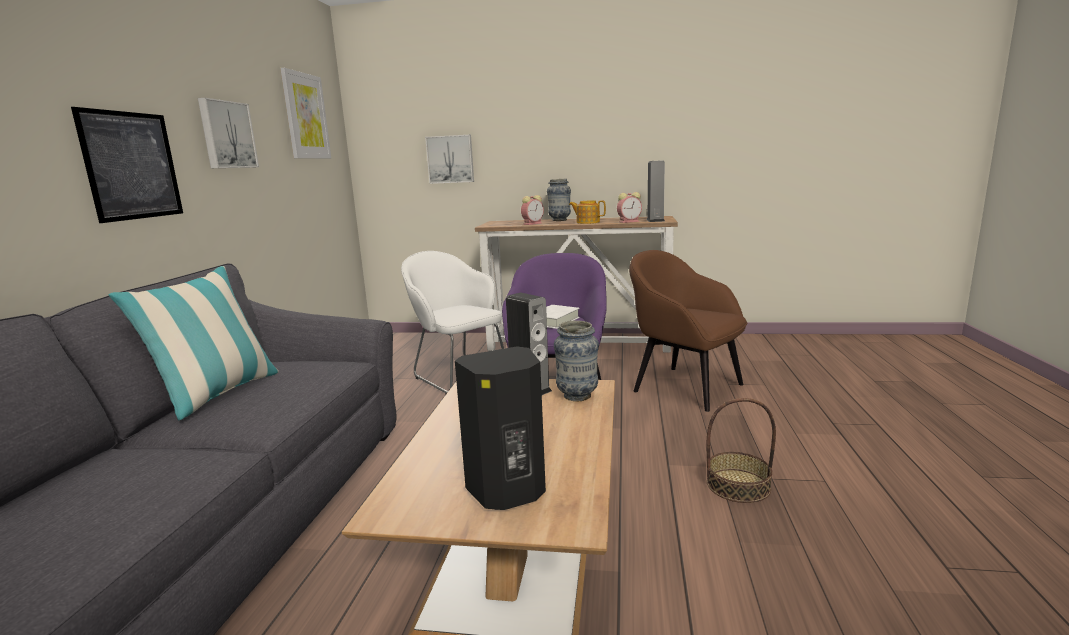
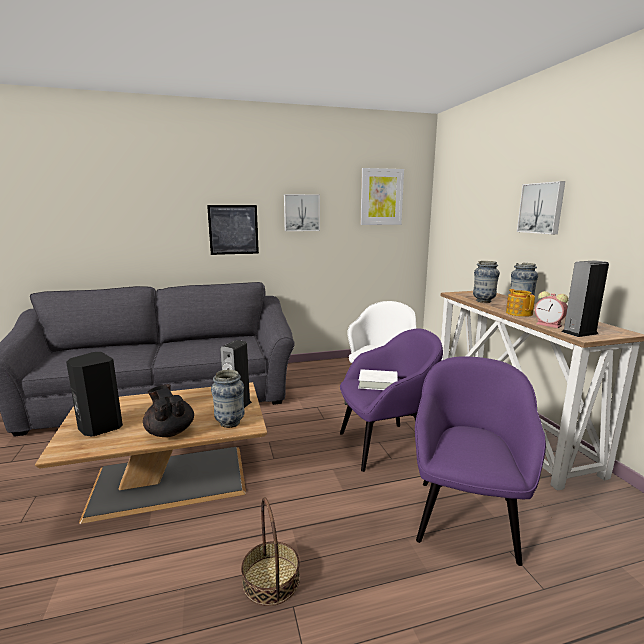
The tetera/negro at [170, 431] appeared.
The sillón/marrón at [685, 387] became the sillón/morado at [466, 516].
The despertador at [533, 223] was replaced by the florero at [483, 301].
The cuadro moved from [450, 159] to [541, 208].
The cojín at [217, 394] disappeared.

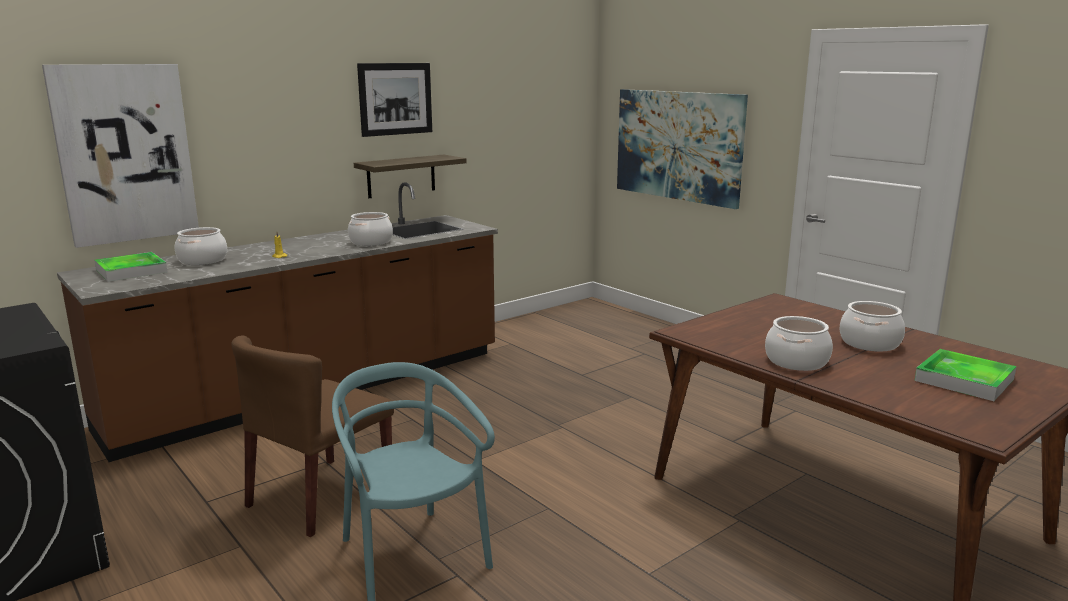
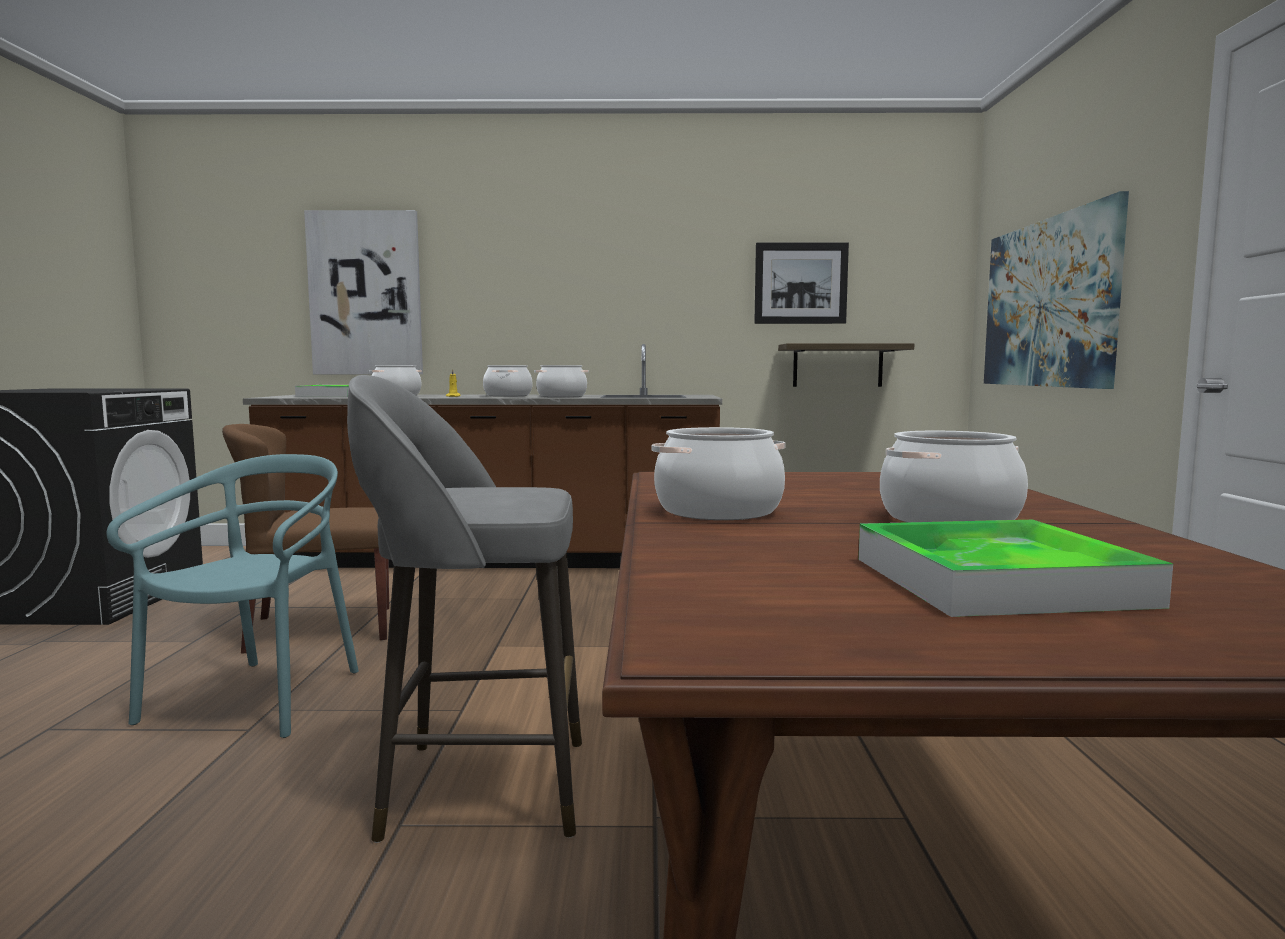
The taburete/gris at [479, 787] appeared.
The olla at [508, 395] appeared.
The cuadro moved from [395, 99] to [800, 283].
The estante moved from [401, 176] to [837, 365].

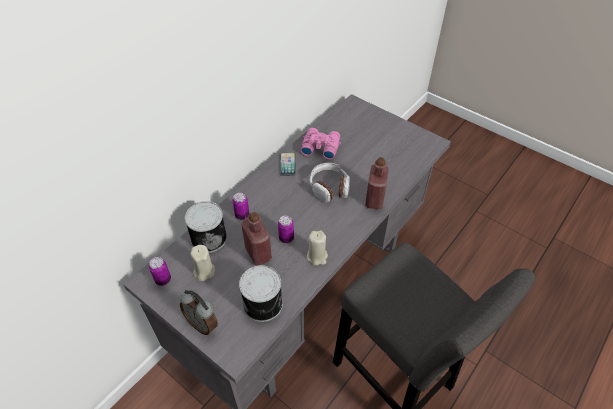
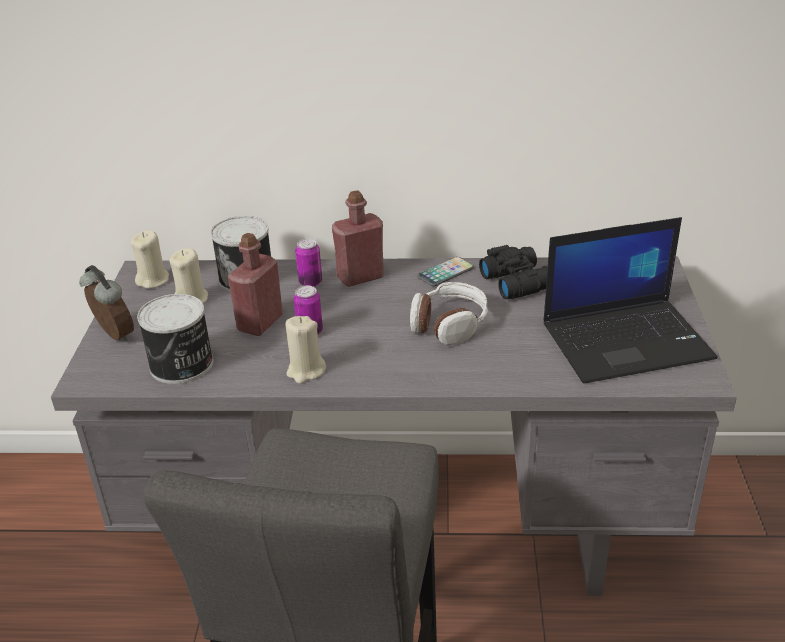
The despertador at [203, 323] turned 135 degrees clockwise.
The lata at [163, 280] was replaced by the vela/beis at [153, 280].
The botella/rojo moved from [374, 200] to [360, 277].
The prismáticos/rosa at [320, 147] became the prismáticos/negro at [518, 281].
The portátil at [627, 340] appeared.

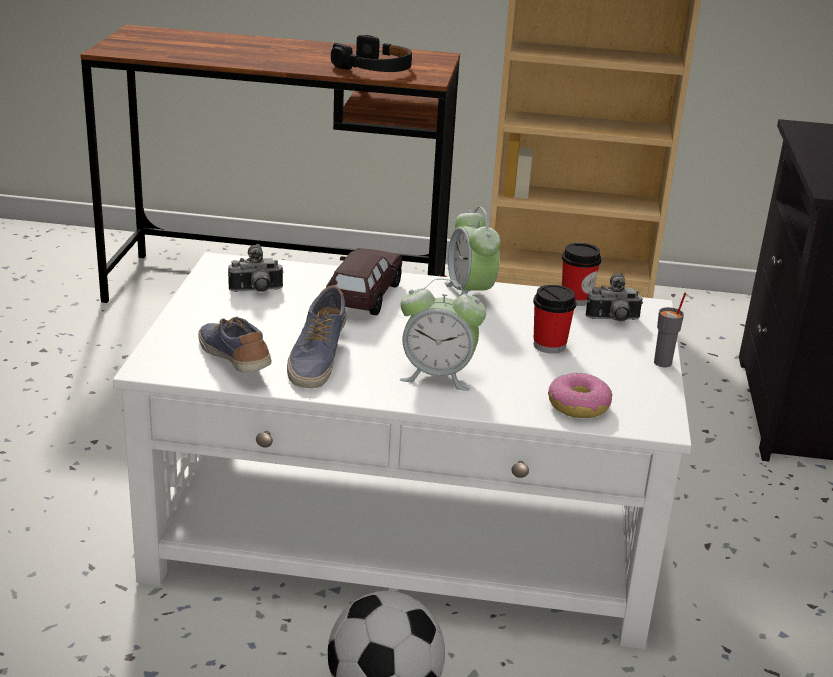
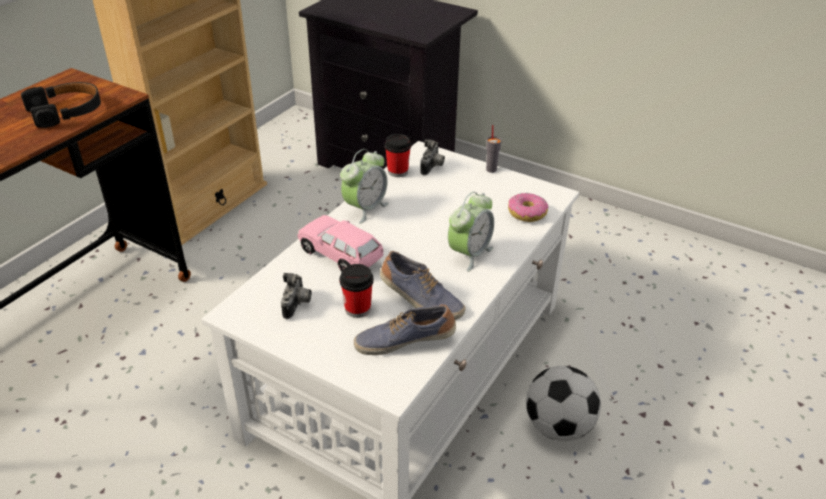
The coche de juguete/marrón at [363, 297] became the coche de juguete/rosa at [340, 255].
The taza moved from [549, 345] to [357, 309].
The despertador at [470, 294] turned 60 degrees counterclockwise.

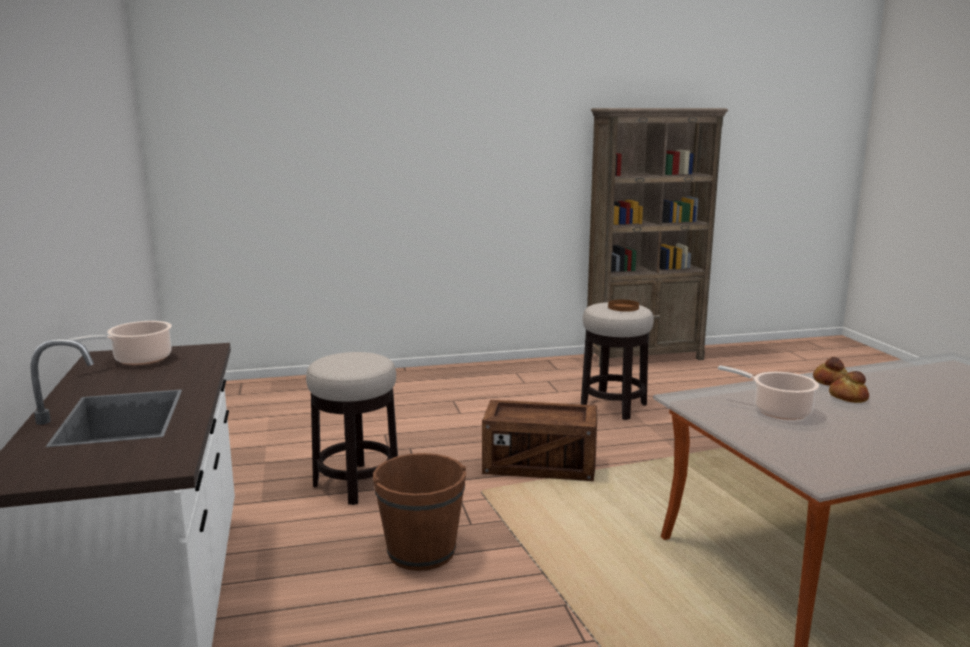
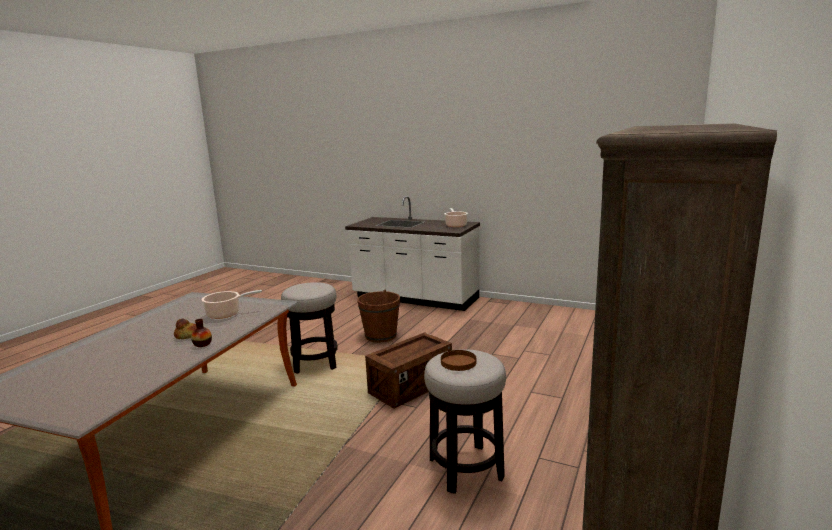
The pan at [830, 381] was replaced by the florero at [202, 344].
The taburete moved from [356, 484] to [315, 363].

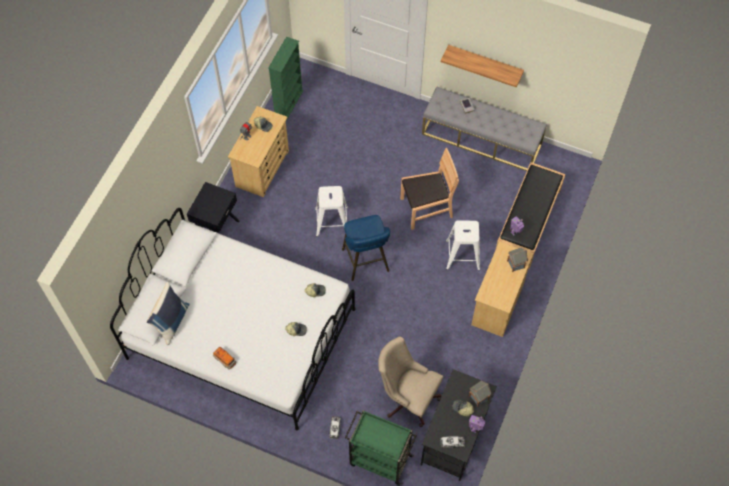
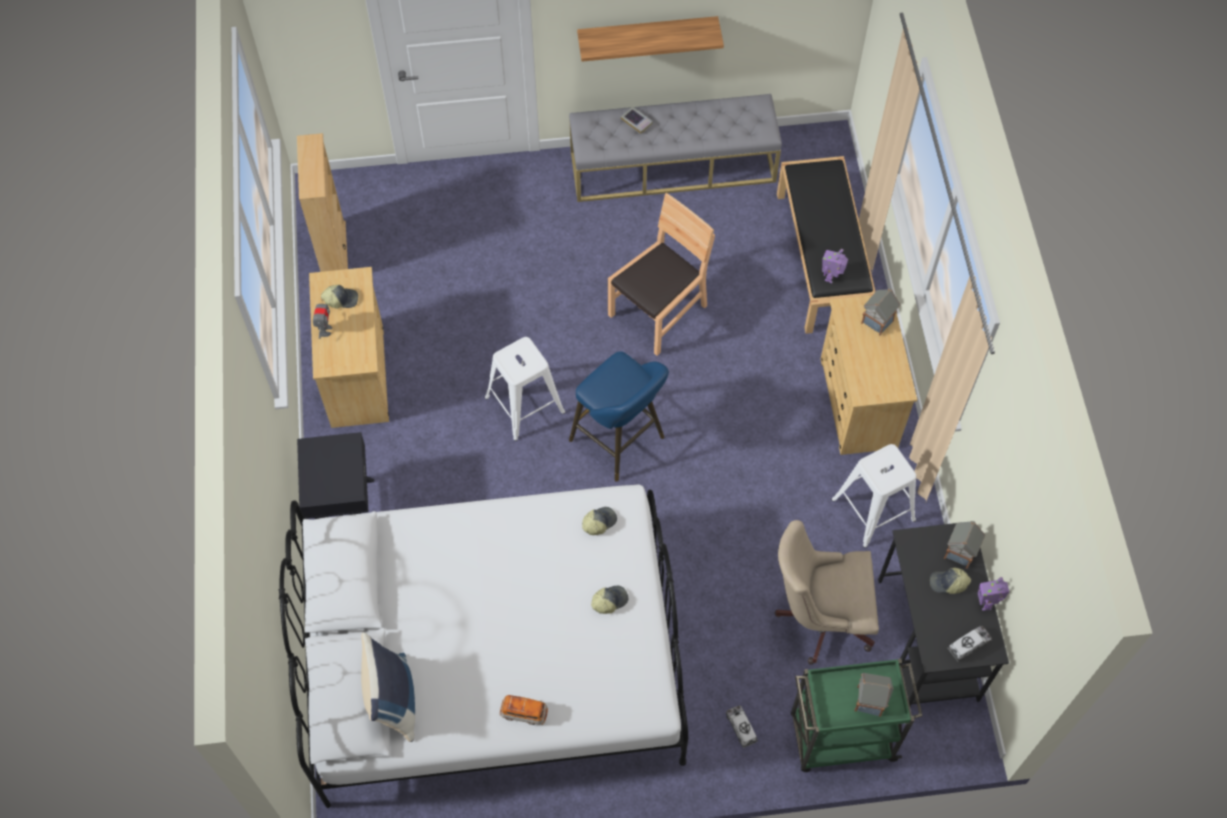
The estantería/verde at [288, 103] became the estantería/beis at [334, 252].
The taburete/blanco moved from [462, 255] to [873, 510].
The casita at [870, 701] appeared.

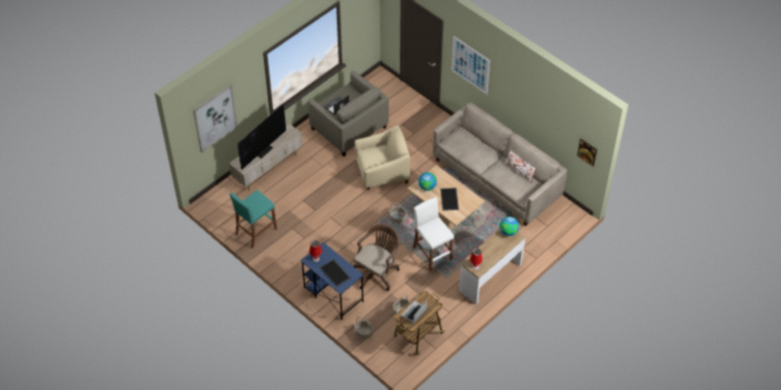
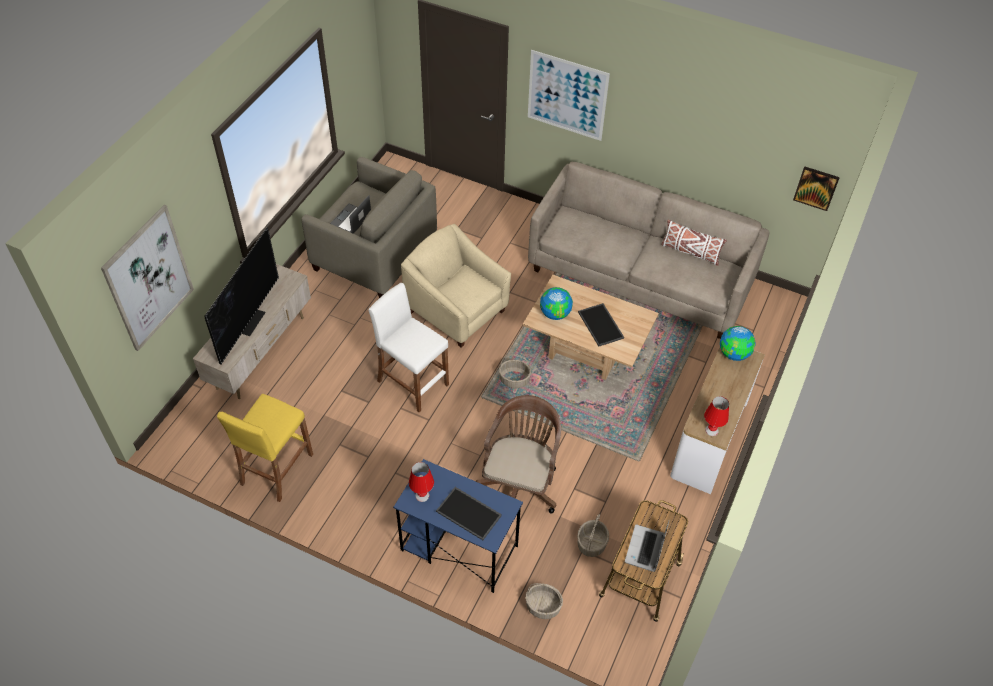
The taburete/turquesa at [256, 231] became the taburete/amarillo at [276, 469].
The taburete/blanco moved from [432, 253] to [412, 383].
The sillón/beis at [382, 172] turned 105 degrees counterclockwise.

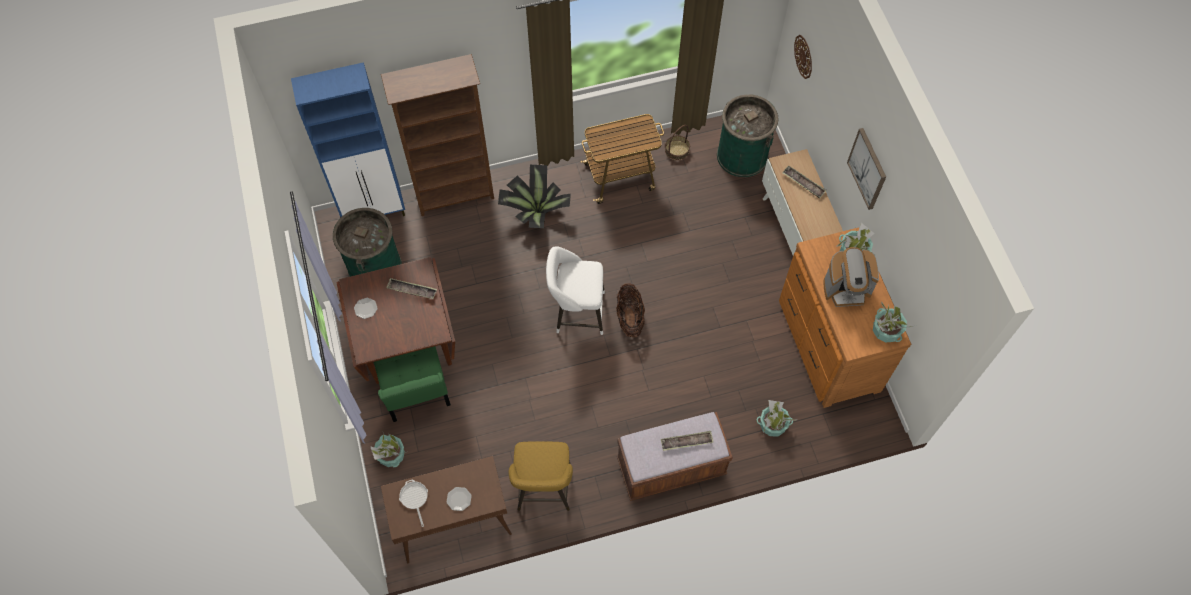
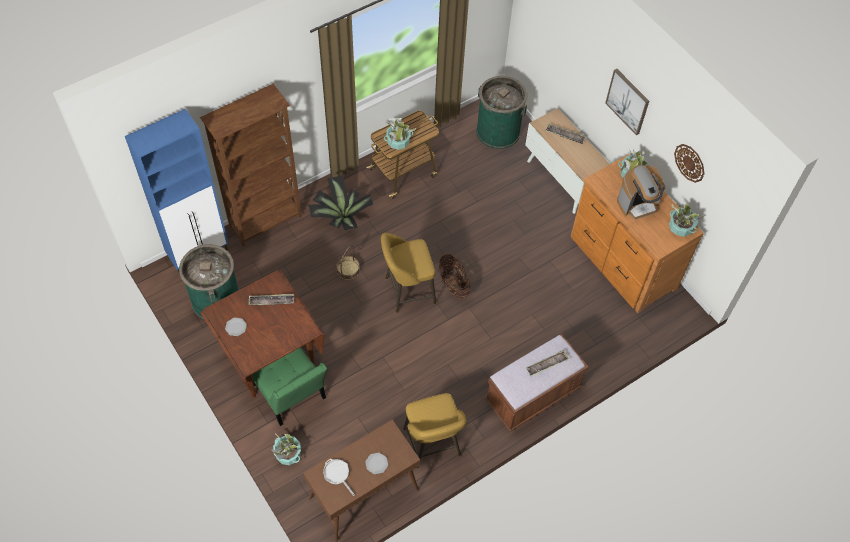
The cesta moved from [677, 150] to [348, 269].
The taburete/blanco at [576, 312] became the taburete/amarillo at [407, 291].
The planta en maceta moved from [773, 424] to [398, 142].
The reloj de pared moved from [803, 56] to [689, 162].

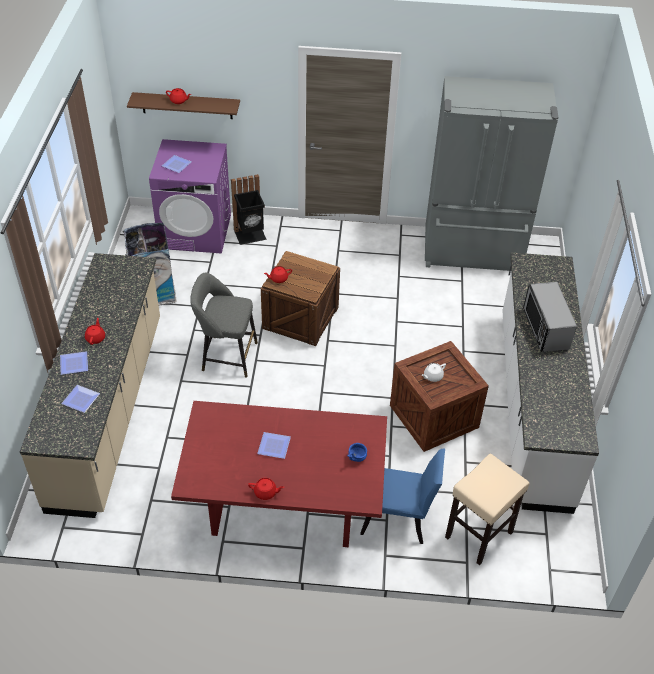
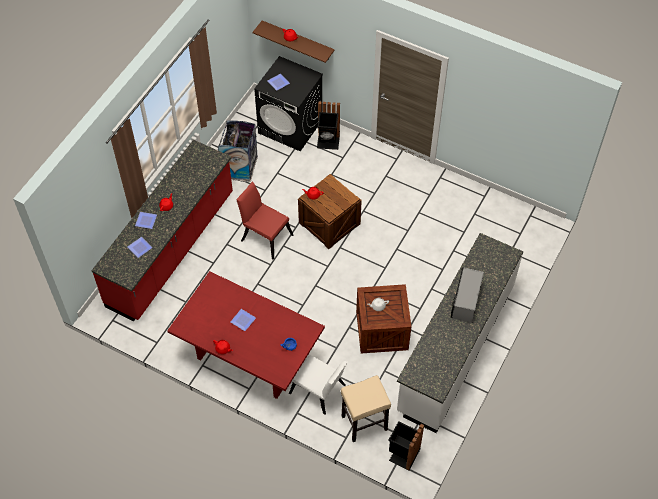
The mueble bajo de cocina/beis at [109, 410] became the mueble bajo de cocina/rojo at [172, 250].
The taburete/gris at [226, 356] was replaced by the silla/rojo at [265, 236].
The lavadora/morado at [196, 231] became the lavadora/negro at [290, 126].
The silla/azul at [399, 517] became the silla/blanco at [320, 392].
The papelera/negro at [403, 454] appeared.
The nevera/gris at [472, 252] disappeared.

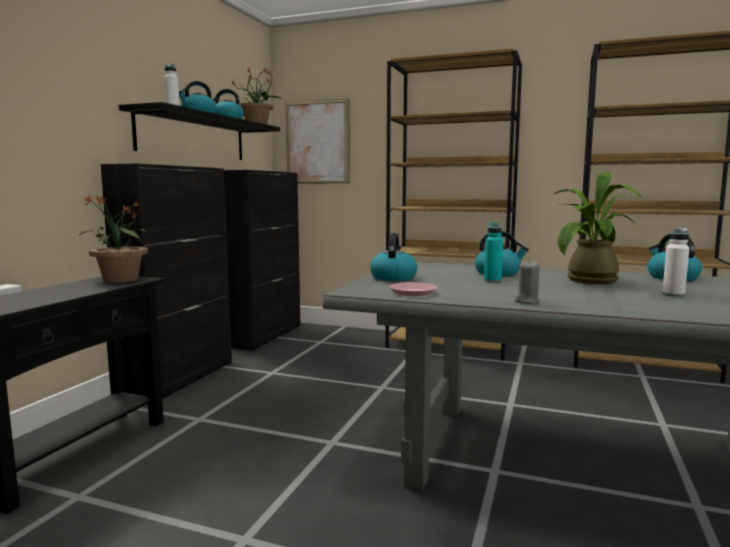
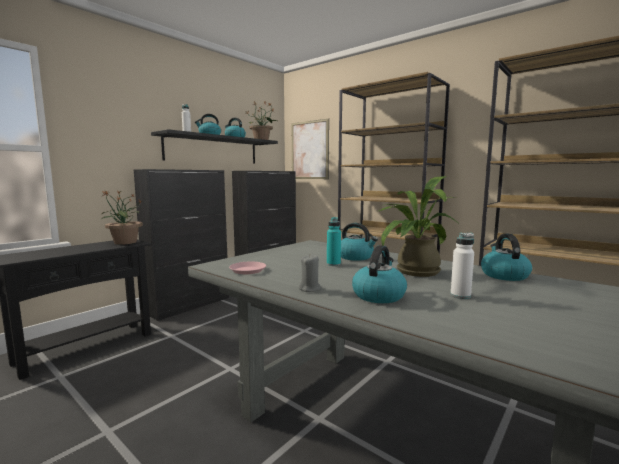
The hervidor moved from [393, 277] to [378, 295].

